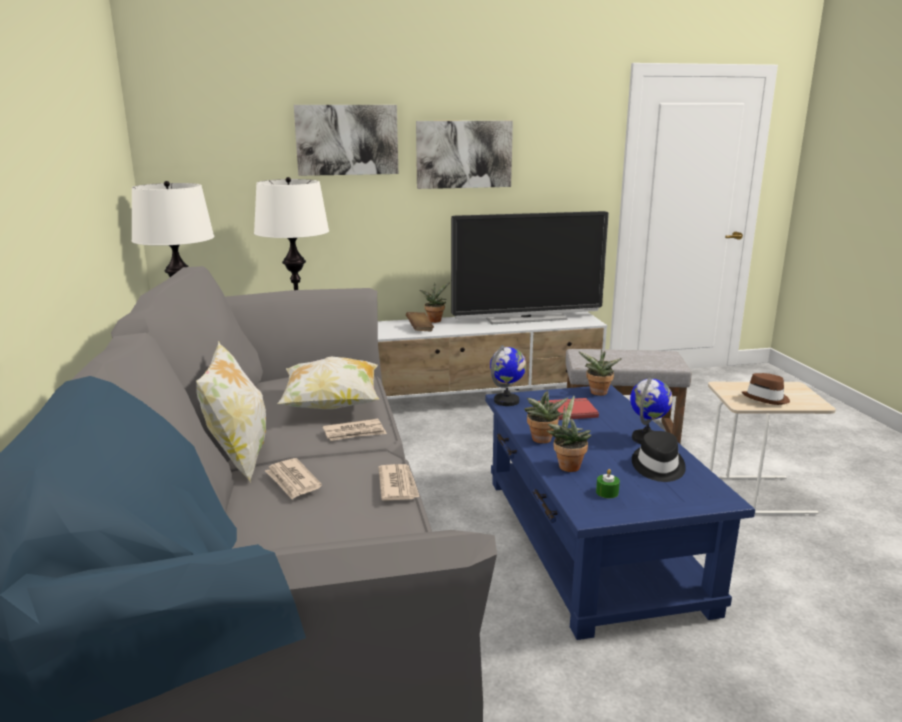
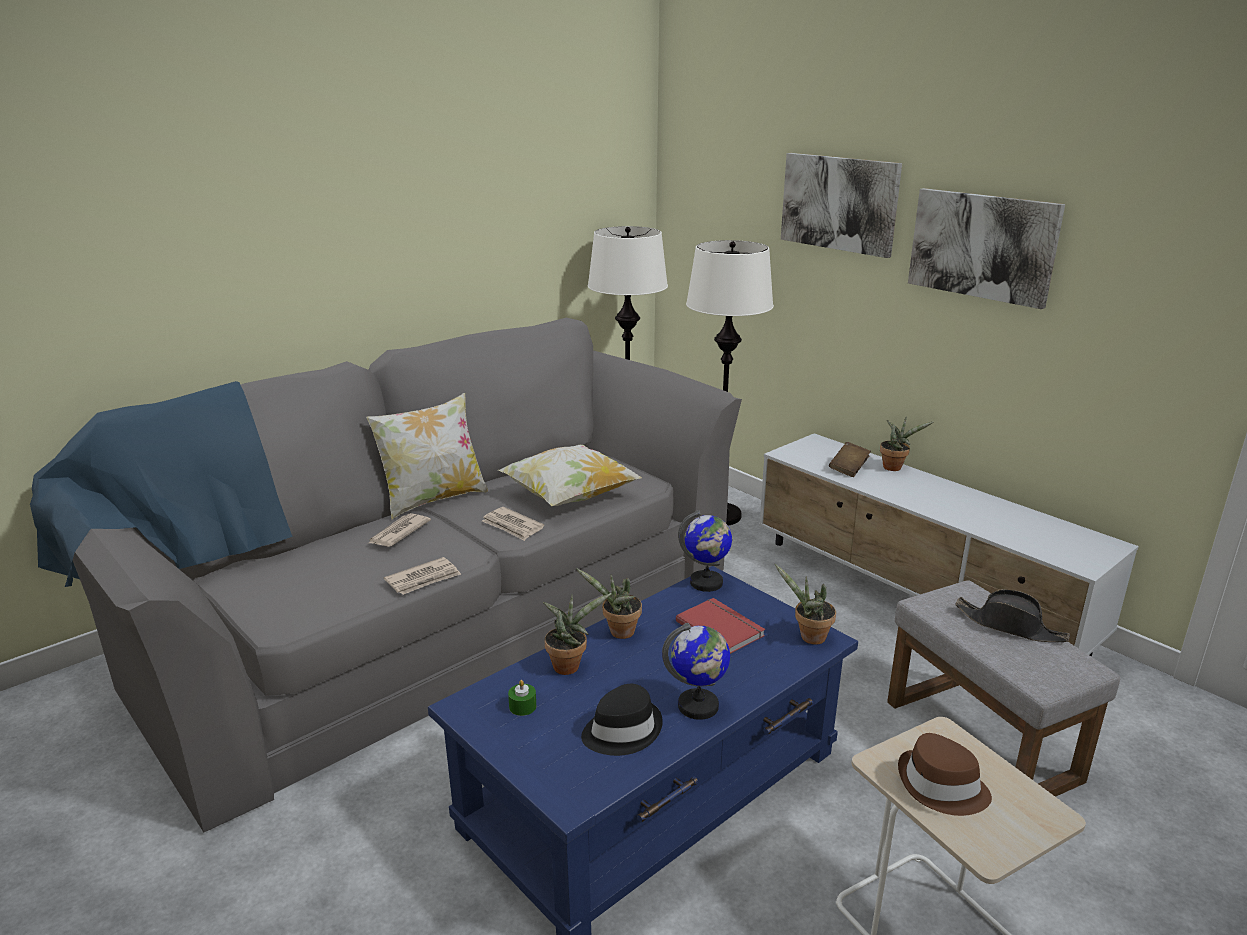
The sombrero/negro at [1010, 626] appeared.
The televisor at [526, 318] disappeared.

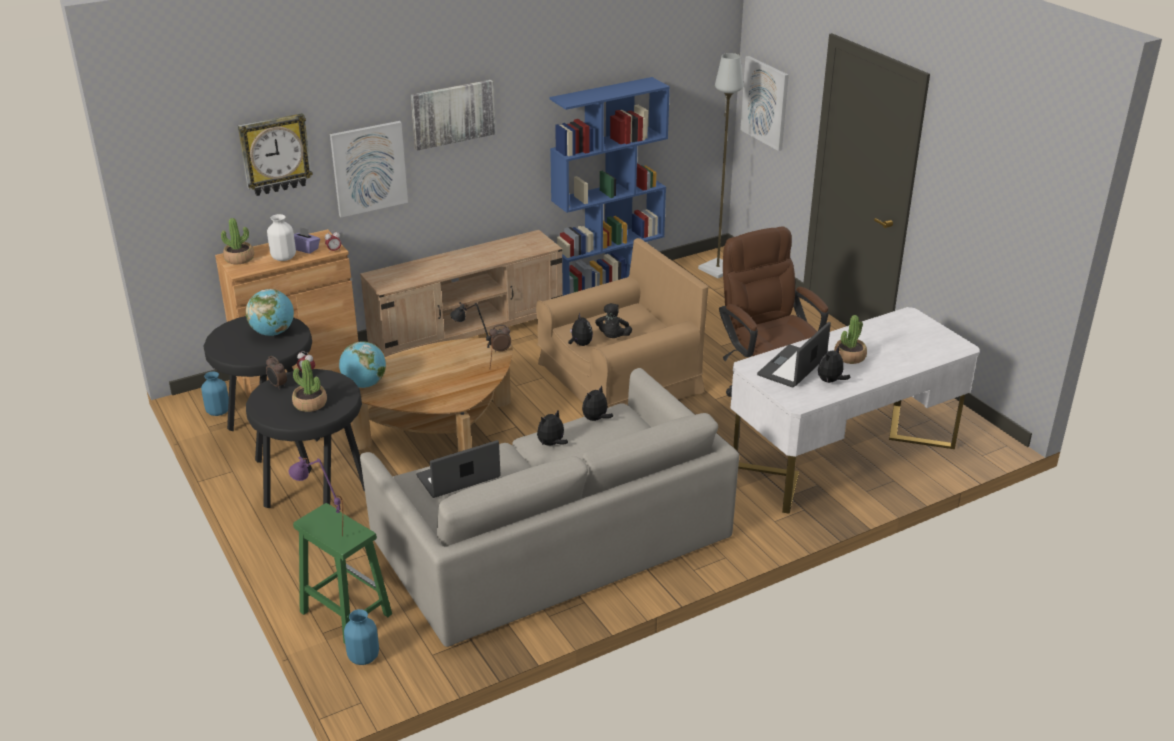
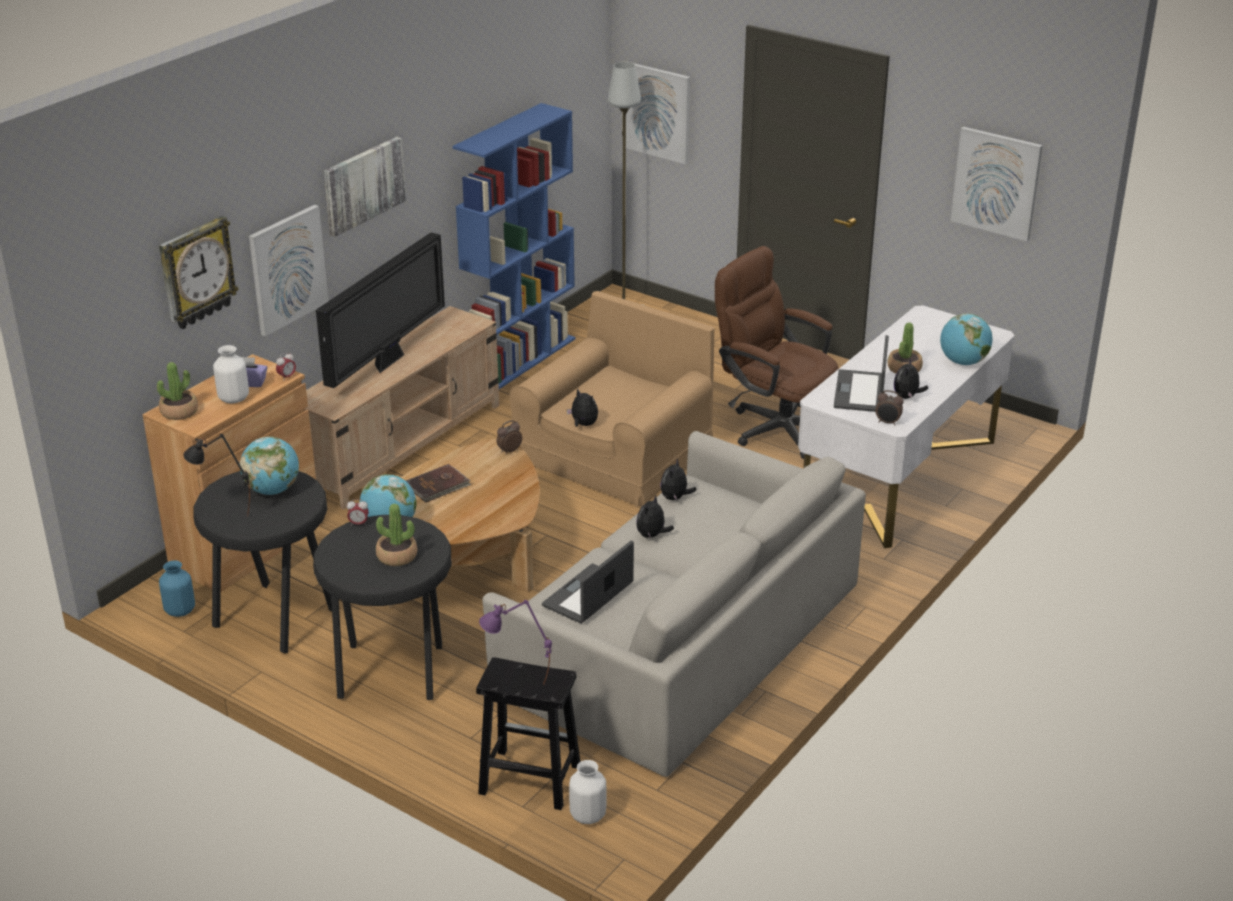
The lámpara de mesa/negro moved from [473, 366] to [224, 518].
The televisor at [389, 361] appeared.
The libro/marrón at [438, 486] appeared.
The taburete/verde at [344, 613] became the taburete/negro at [528, 779].
The florero/azul at [363, 657] became the florero/blanco at [587, 816].
The despertador moved from [277, 385] to [887, 422].
The globo terráqueo at [963, 362] appeared.
The cuadro at [996, 183] appeared.
The peluche/negro at [613, 338] disappeared.

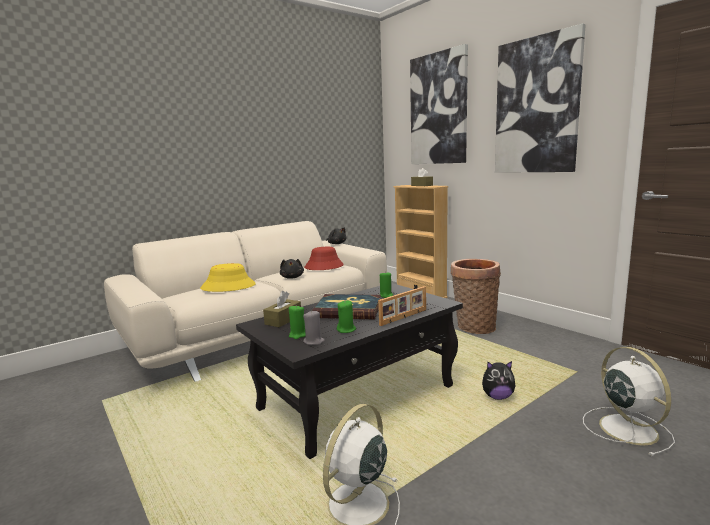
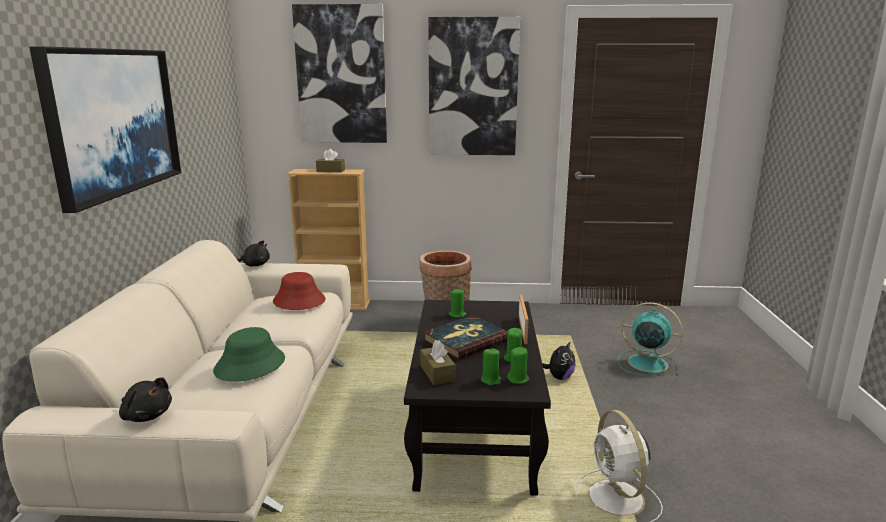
The cuadro at [113, 121] appeared.
The peluche/negro moved from [292, 277] to [146, 415].
The sombrero/amarillo at [228, 286] became the sombrero/verde at [250, 365].
The vela/gris at [314, 341] became the vela/verde at [518, 379].
The ventilador/blanco at [626, 428] became the ventilador/turquesa at [645, 363].

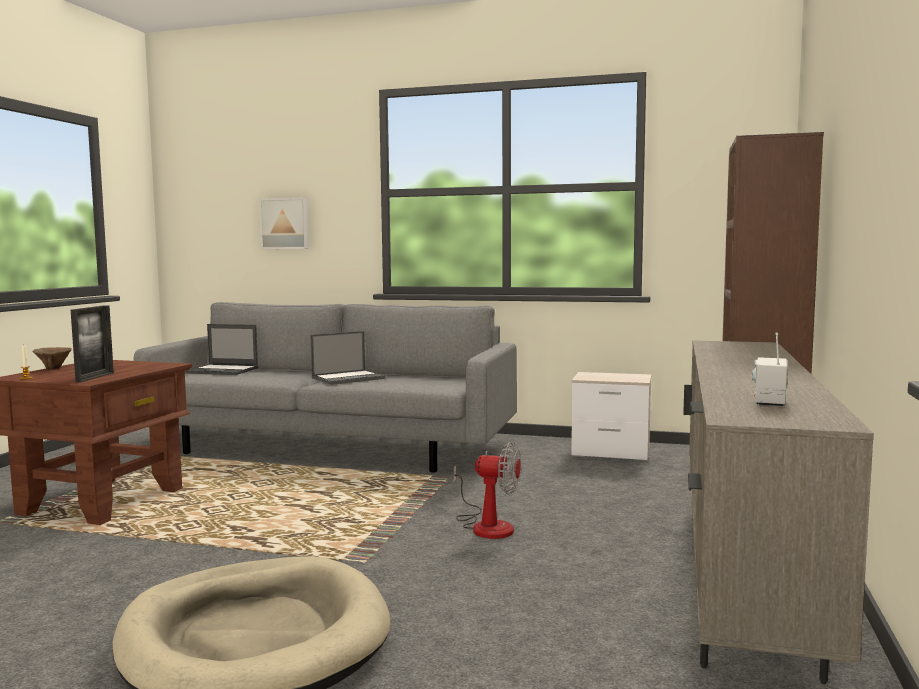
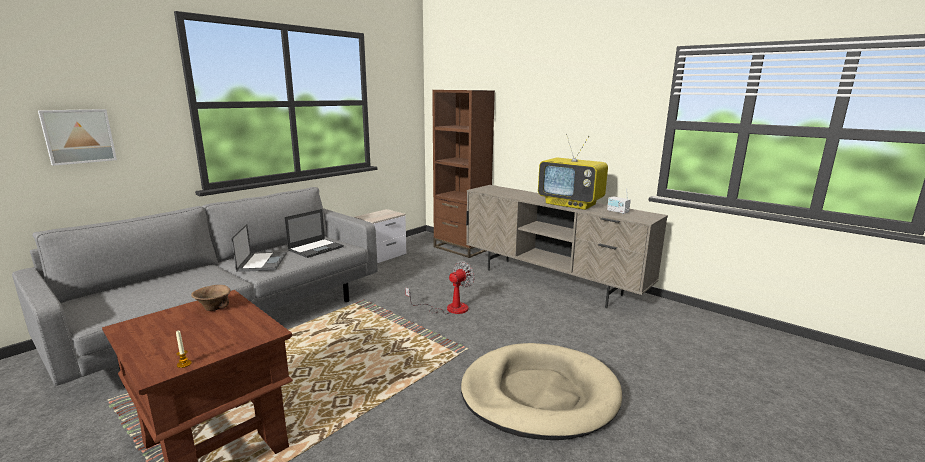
The cuenco/marrón moved from [53, 369] to [213, 309].
The portátil moved from [223, 370] to [316, 248].
The televisor at [571, 204] appeared.
The portarretratos at [95, 377] disappeared.

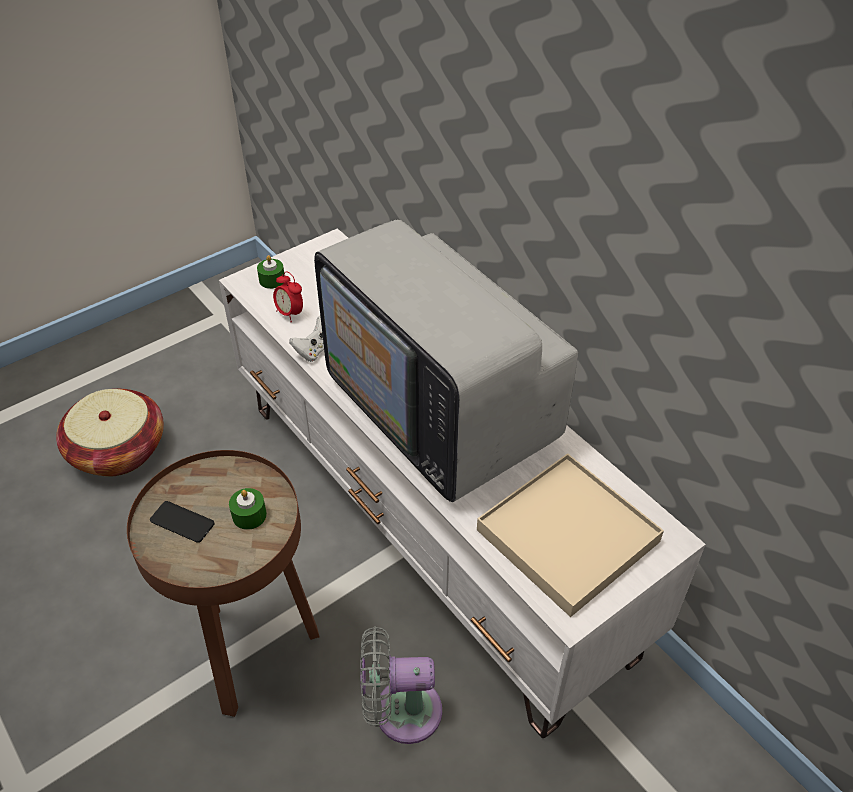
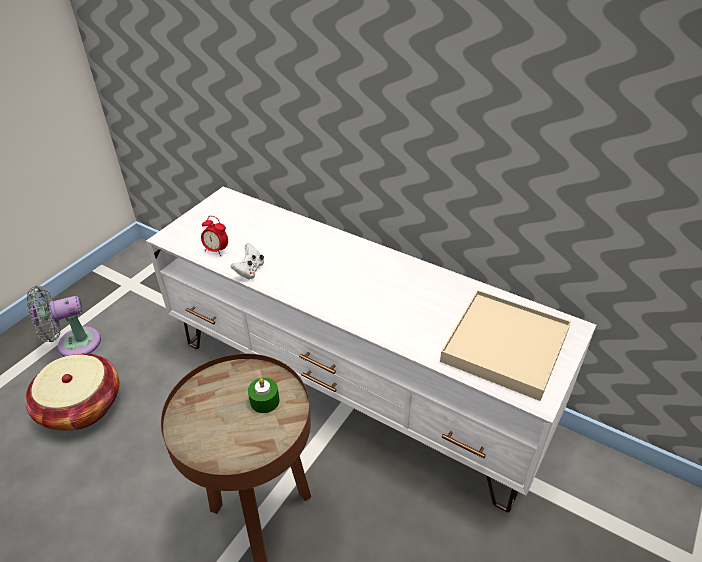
The ventilador/gris moved from [400, 711] to [74, 344].
The móvil at [182, 522] disappeared.
The vela/verde at [272, 280] disappeared.
The televisor at [441, 412] disappeared.

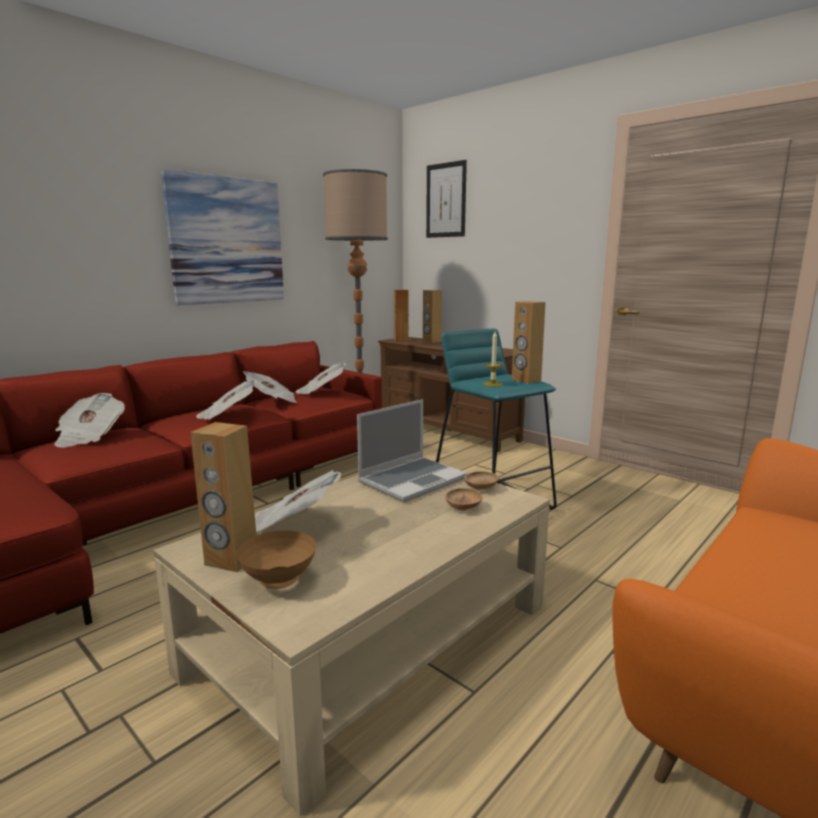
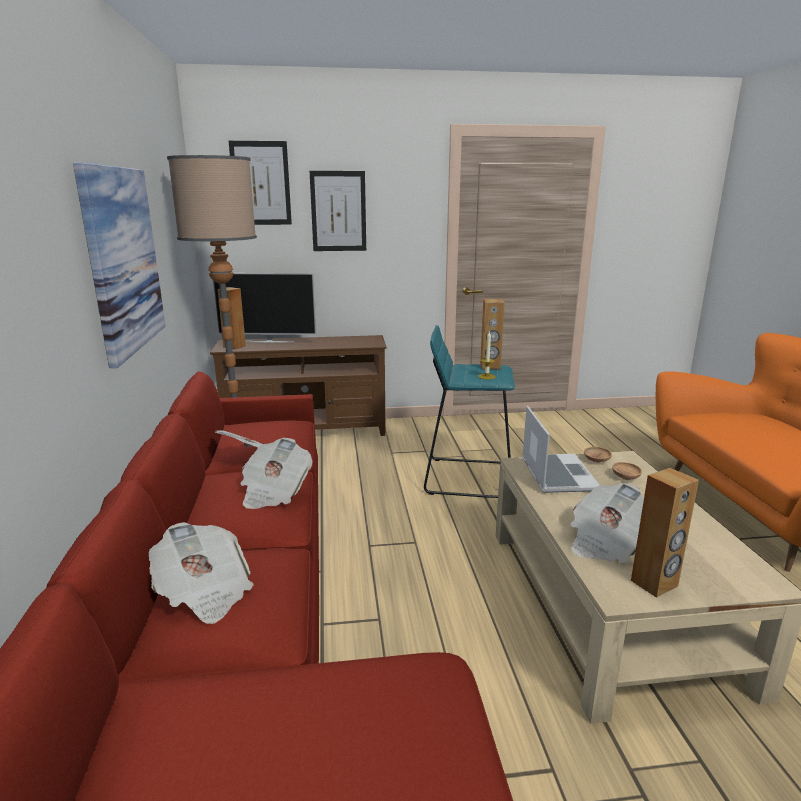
The altavoz/marrón at [431, 341] was replaced by the televisor at [269, 341].
The cuadro at [338, 211] appeared.
The cuenco/marrón at [280, 582] disappeared.
The periódico at [321, 392] disappeared.

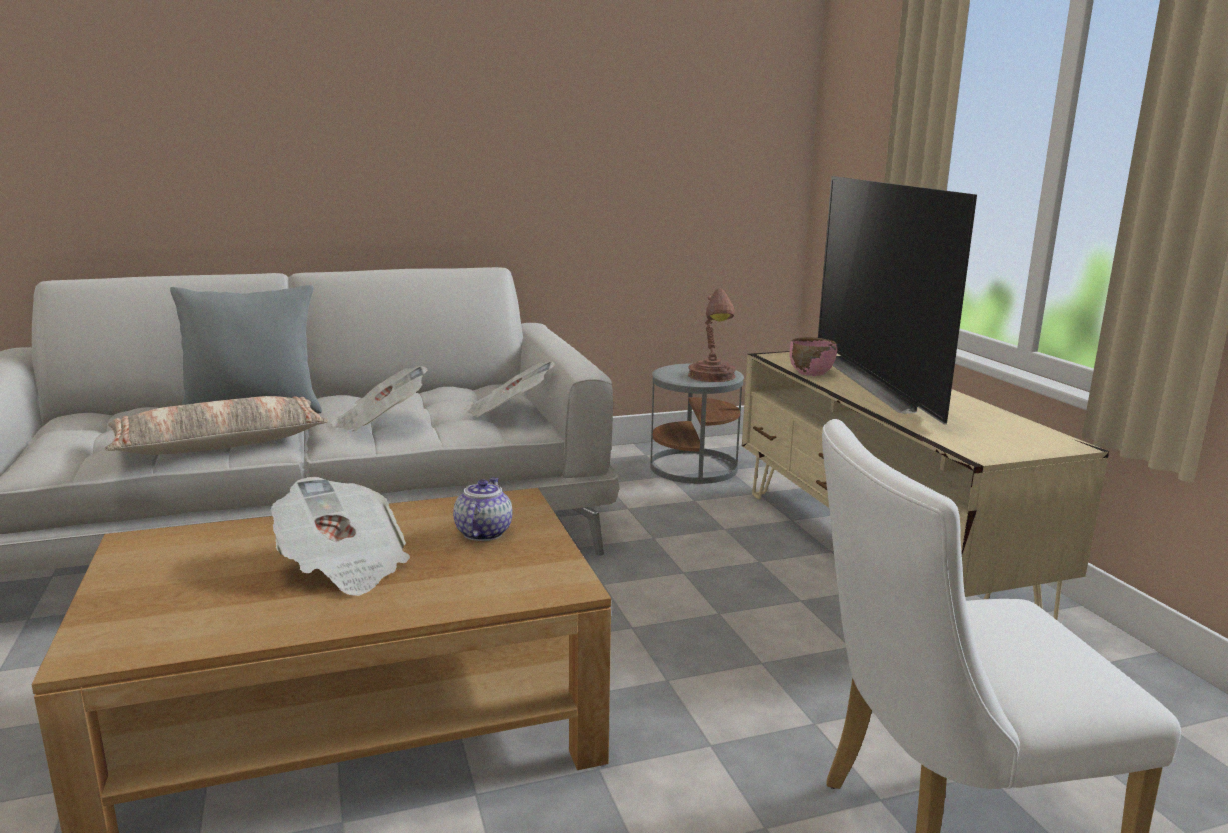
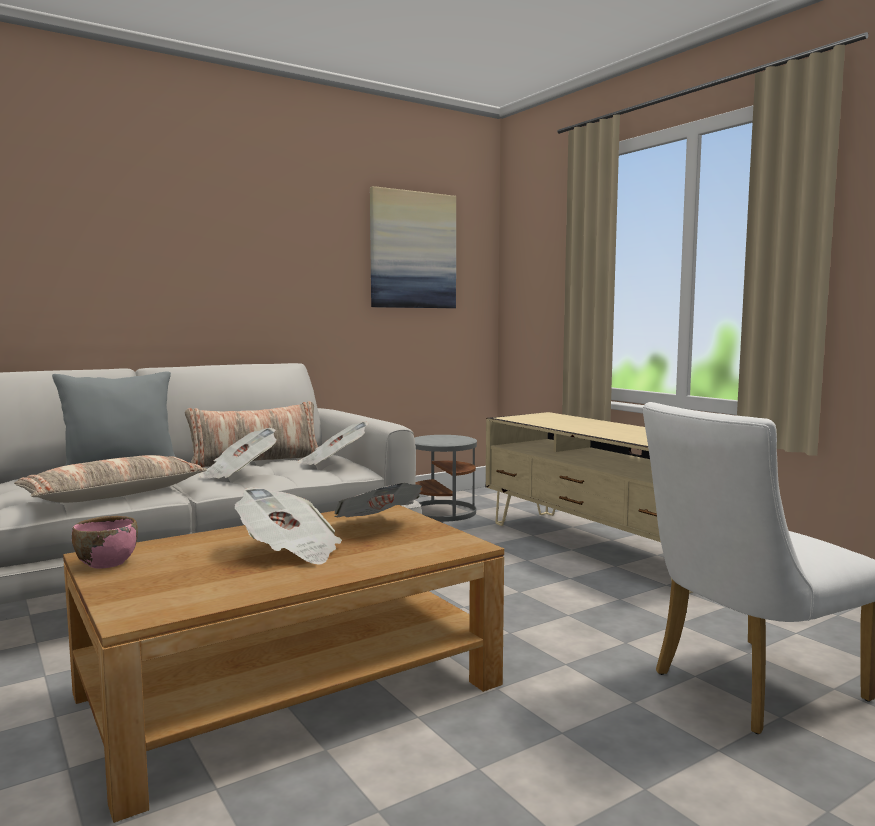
The cuenco/rosa moved from [810, 372] to [106, 563].
The cojín at [256, 461] appeared.
The tetera at [483, 532] was replaced by the periódico at [377, 526].
The cuadro at [412, 250] appeared.
The lámpara de mesa/marrón at [712, 377] disappeared.
The televisor at [883, 382] disappeared.

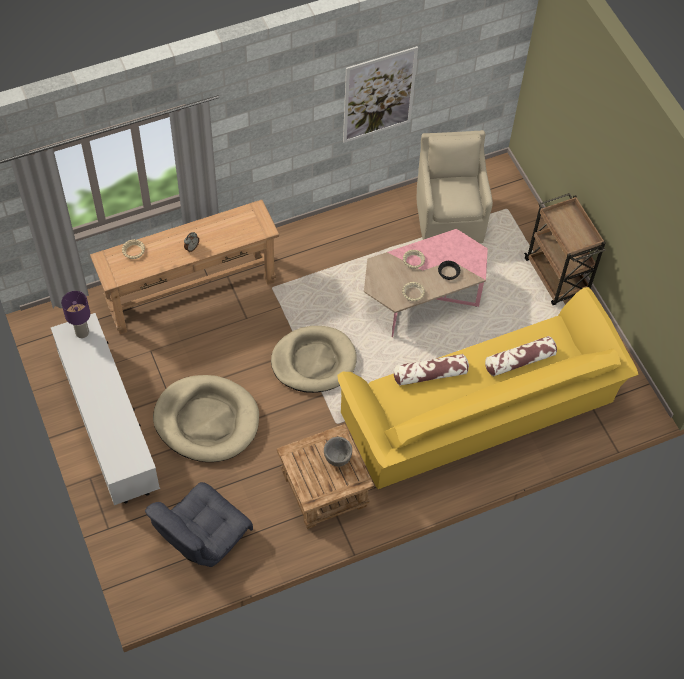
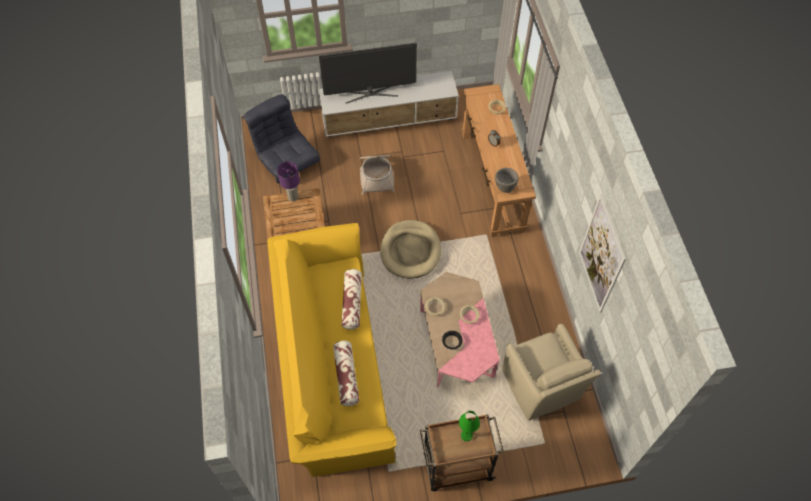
The lámpara de mesa/morado moved from [82, 332] to [293, 197].
The televisor at [370, 93] appeared.
The cama para perro/beis at [206, 420] was replaced by the cesta at [376, 176].
The lámpara de mesa/verde at [466, 435] appeared.
The cuenco/gris moved from [337, 460] to [504, 187].
The sillón/beis at [449, 217] turned 60 degrees clockwise.

